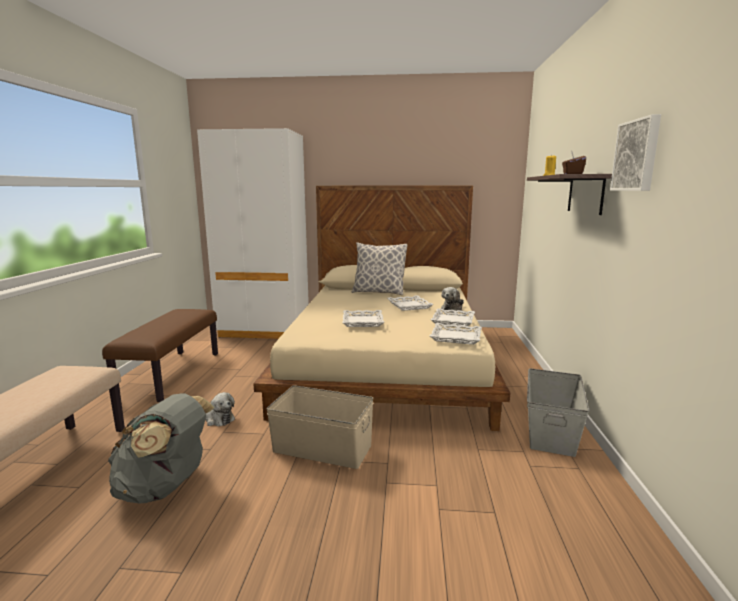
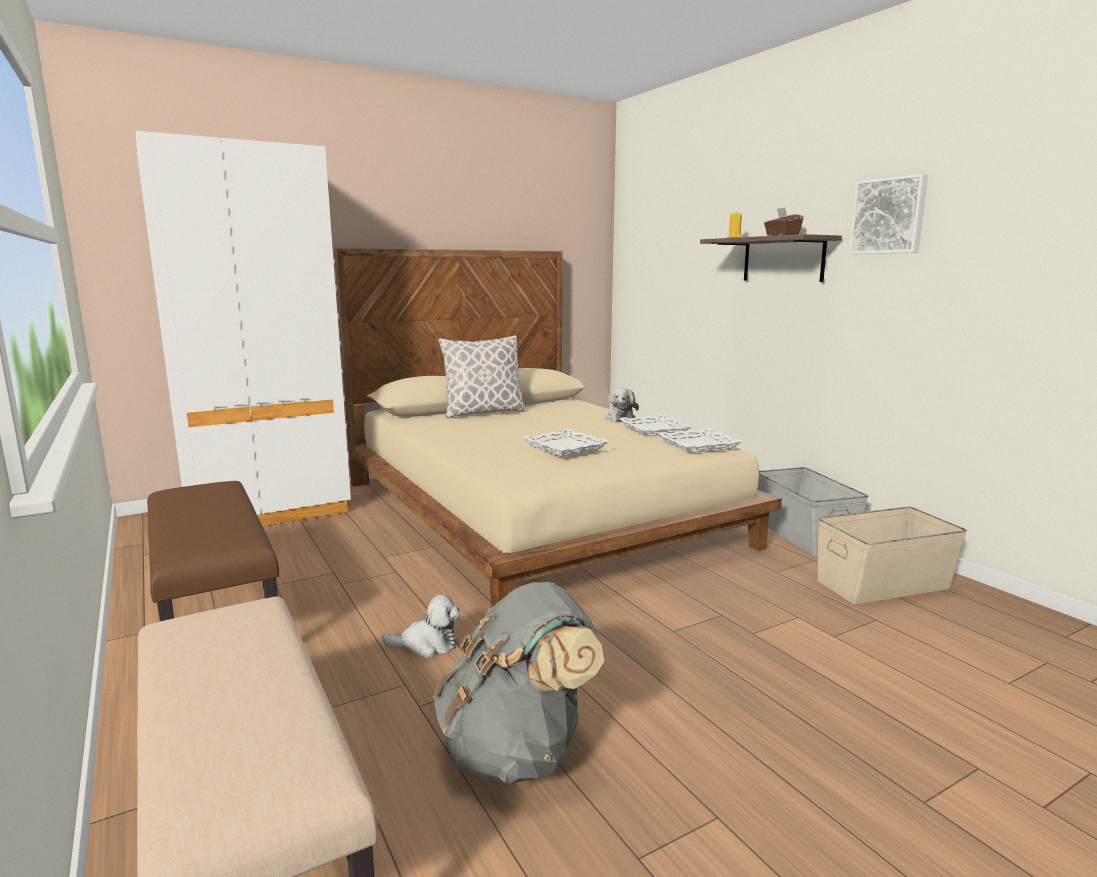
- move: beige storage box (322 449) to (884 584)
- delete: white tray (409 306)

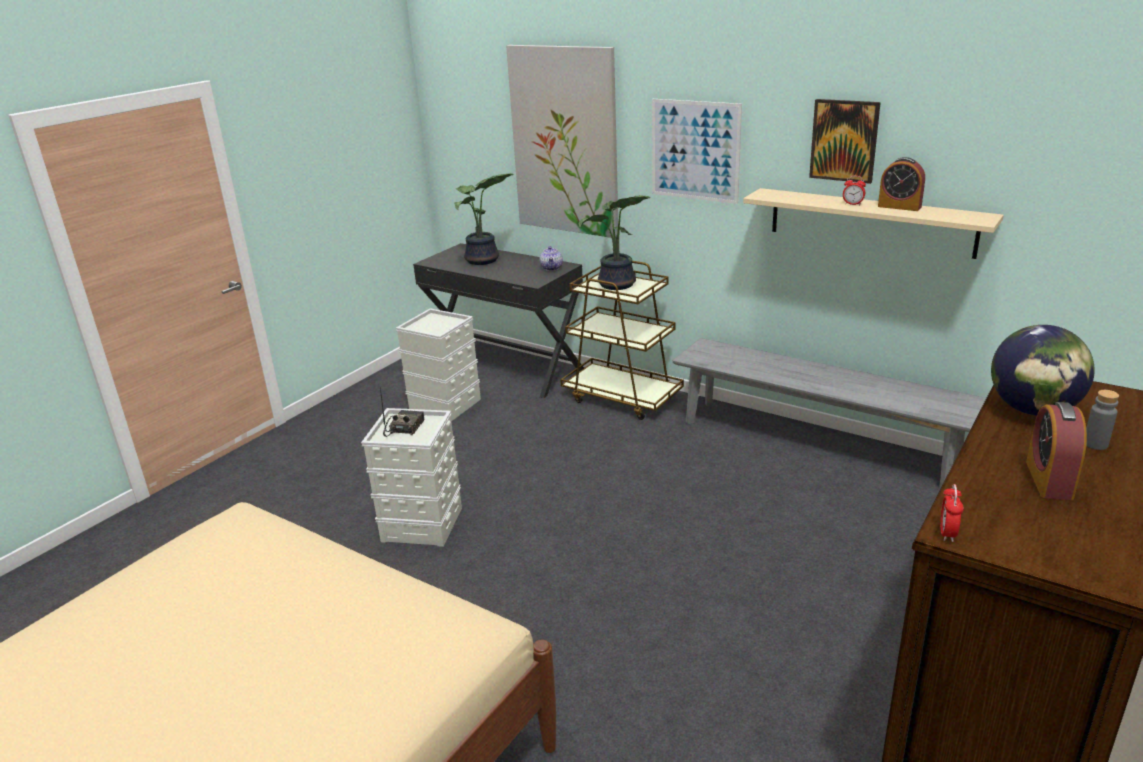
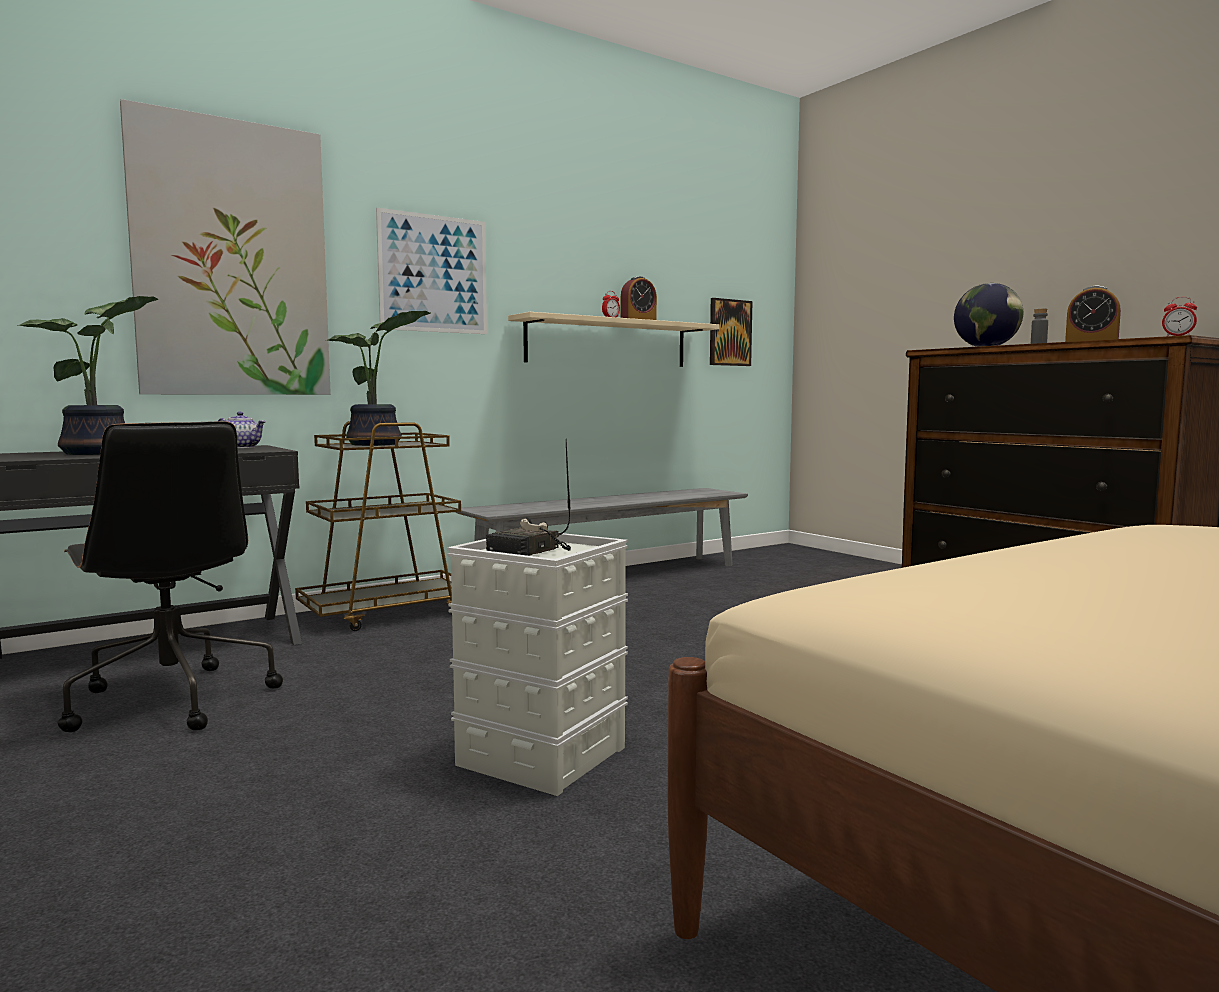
- rotate: radio (404 428) = (529 552) 90 degrees counterclockwise
- replace: grey storage box (444 405) to black office chair (171 700)
- move: picture (844 140) to (729 332)

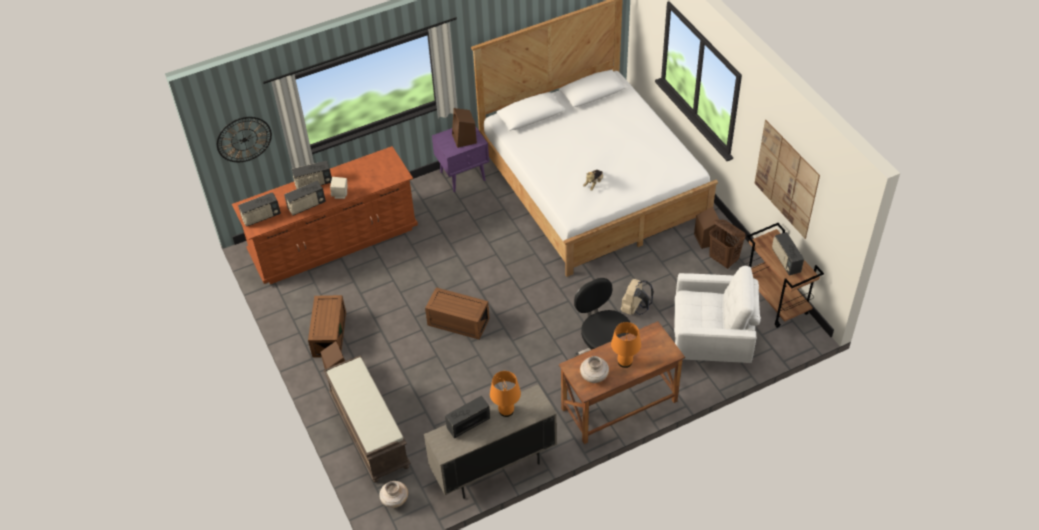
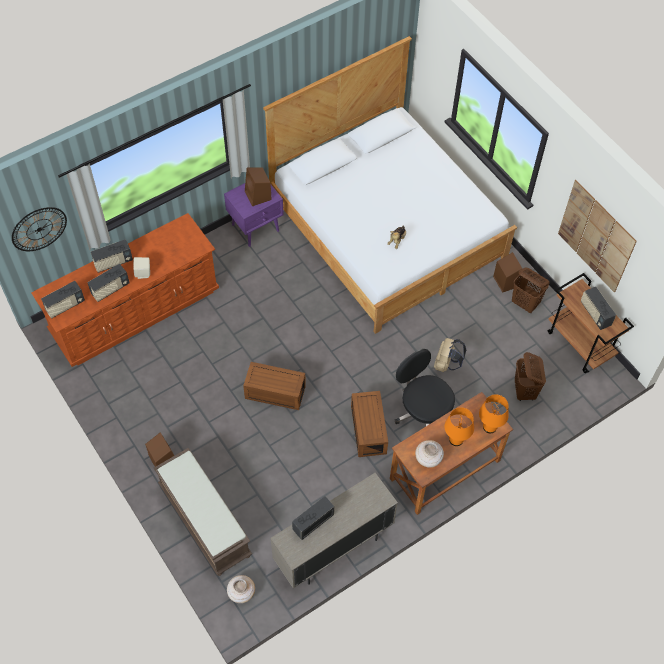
- move: brown storage box (328 334) to (367 429)
- move: orange table lamp (506 411) to (490 427)
- replace: white armchair (712 339) to brown laundry basket (524 391)

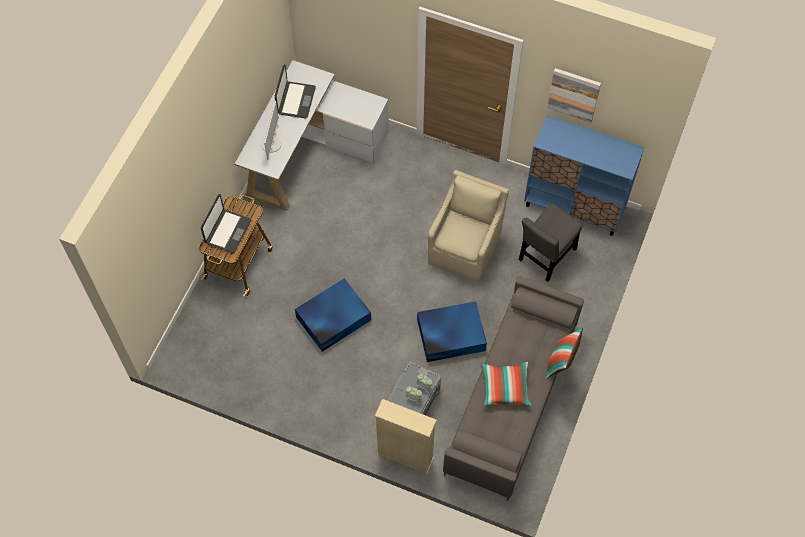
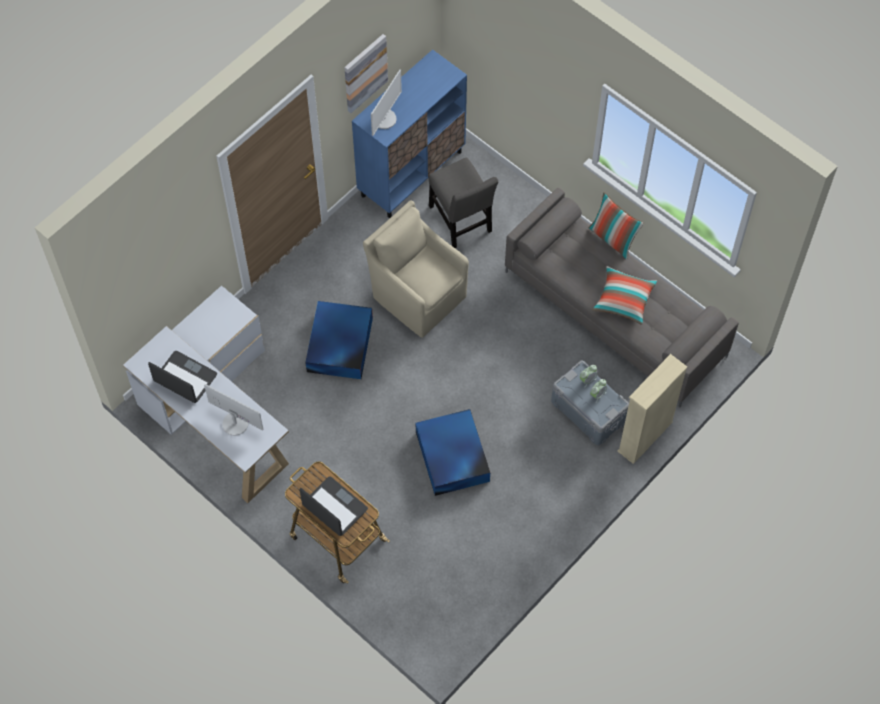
- move: blue storage box (450 335) to (339 345)
- insert: monitor (384 119)

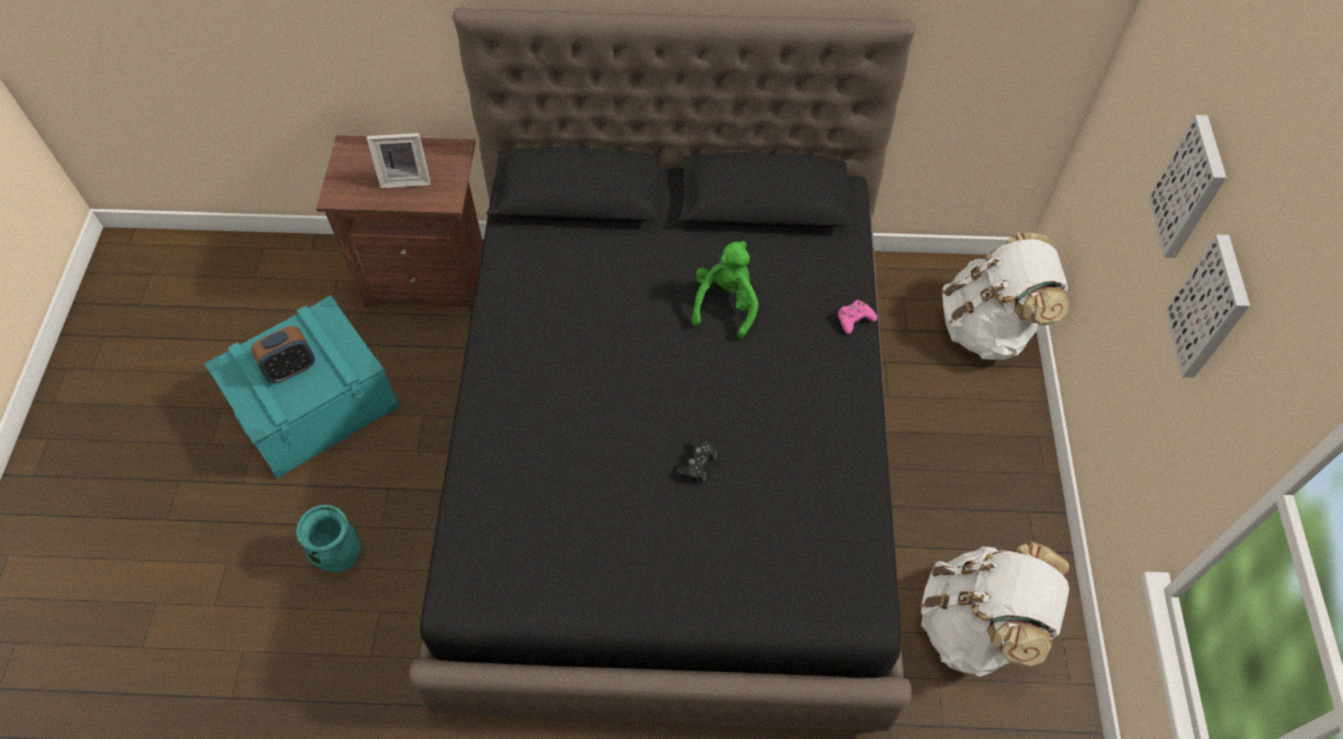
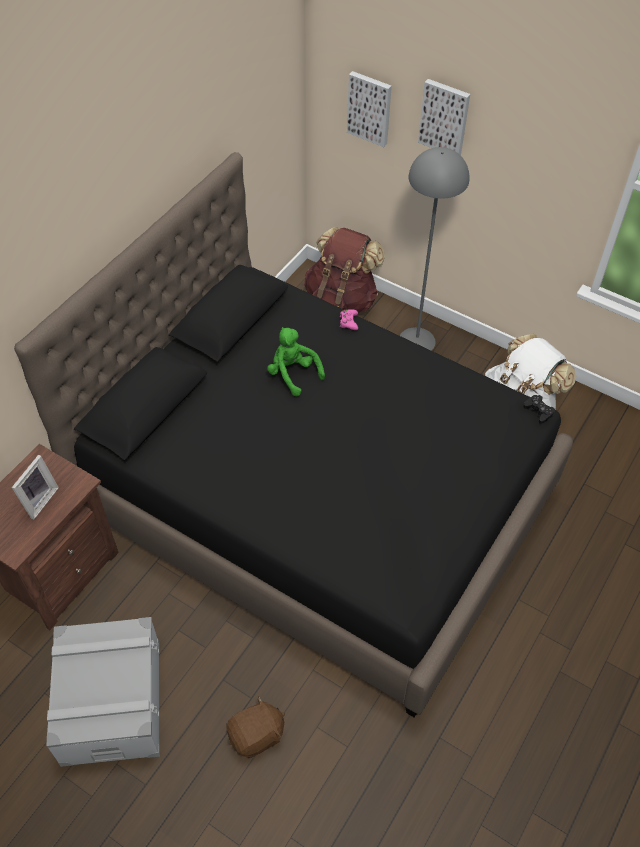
- recolor: turquoise storage box (314 403) to grey storage box (111 702)
- delete: alarm clock (291 369)
- replace: turquoise vase (341 556) to brown plush toy (257 735)
- move: black game controller (697 464) to (538 411)
- recolor: white backpack (988 327) to brown backpack (342 300)
- move: picture (1211 308) to (370 108)
- insert: grey floor lamp (417 340)

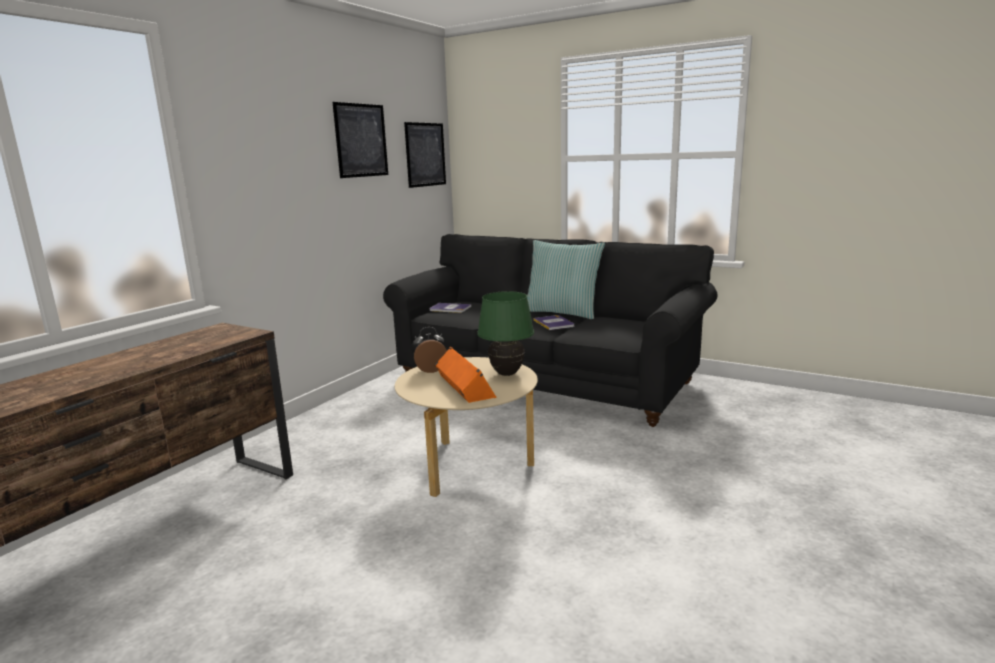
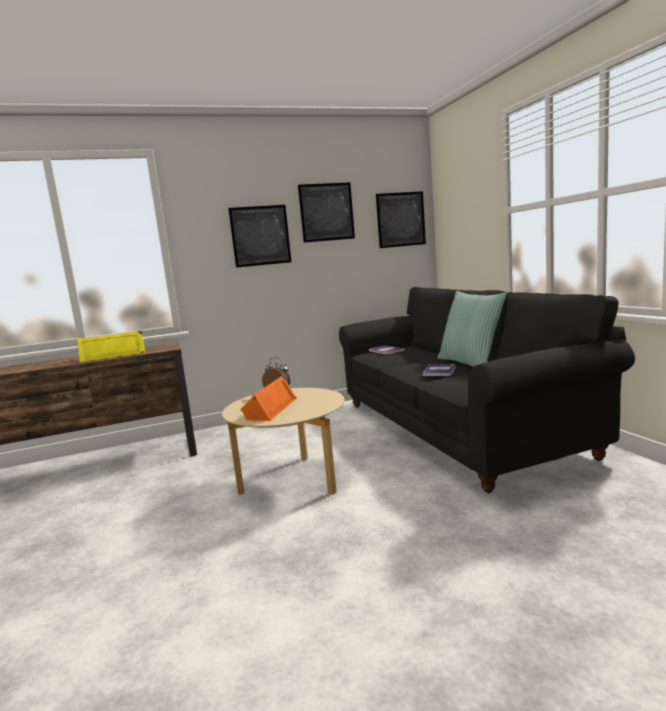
- delete: green table lamp (507 374)
- insert: yellow speaker (114 355)
- insert: picture (260 236)

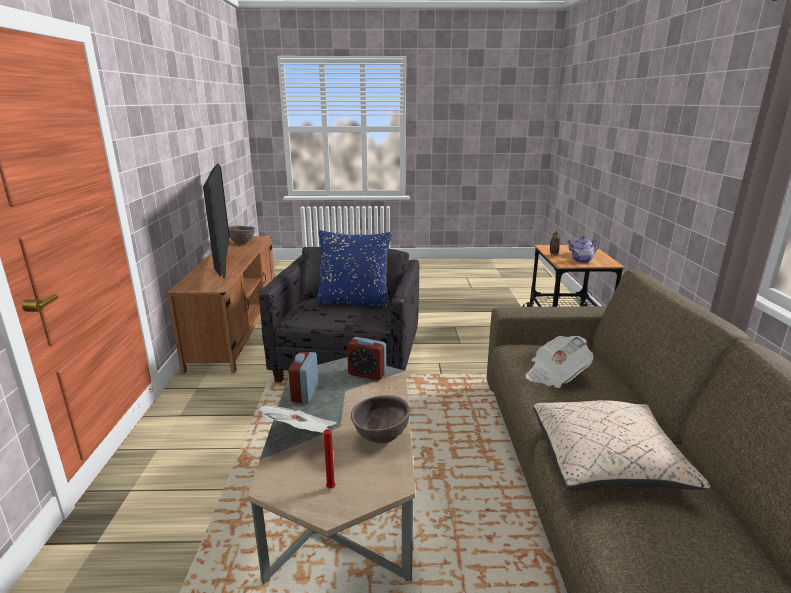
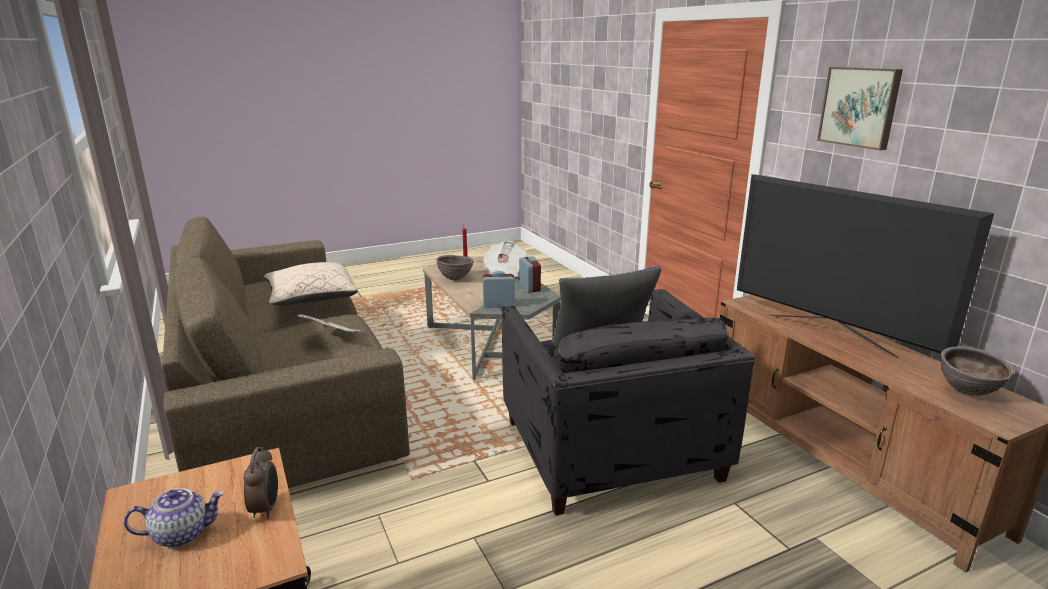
- delete: teapot (581 261)
- insert: picture (860 107)

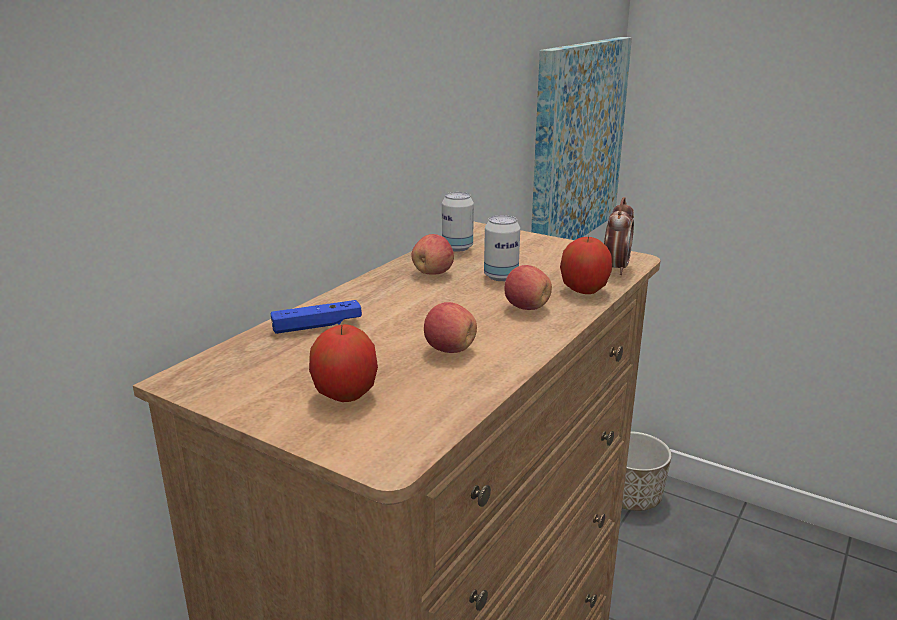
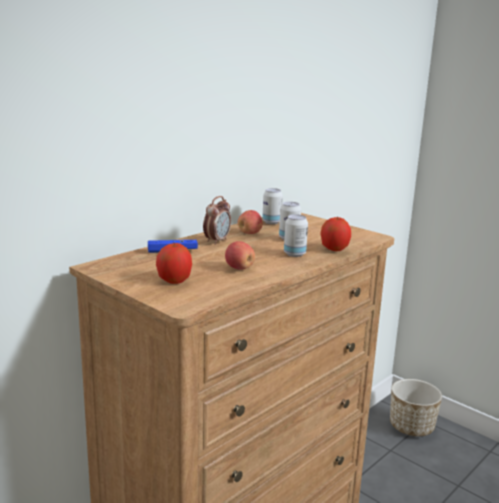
- replace: apple (526 307) to can (294 254)
- delete: picture (577 144)
- move: alarm clock (615 269) to (217 241)

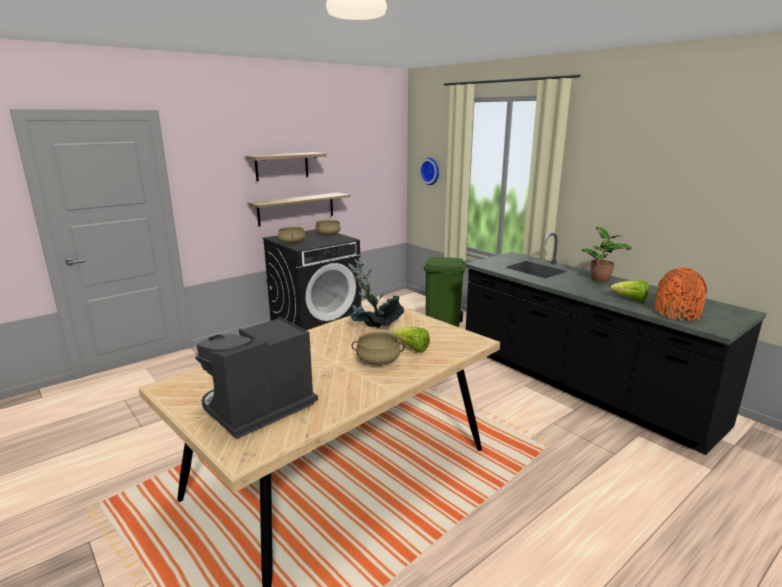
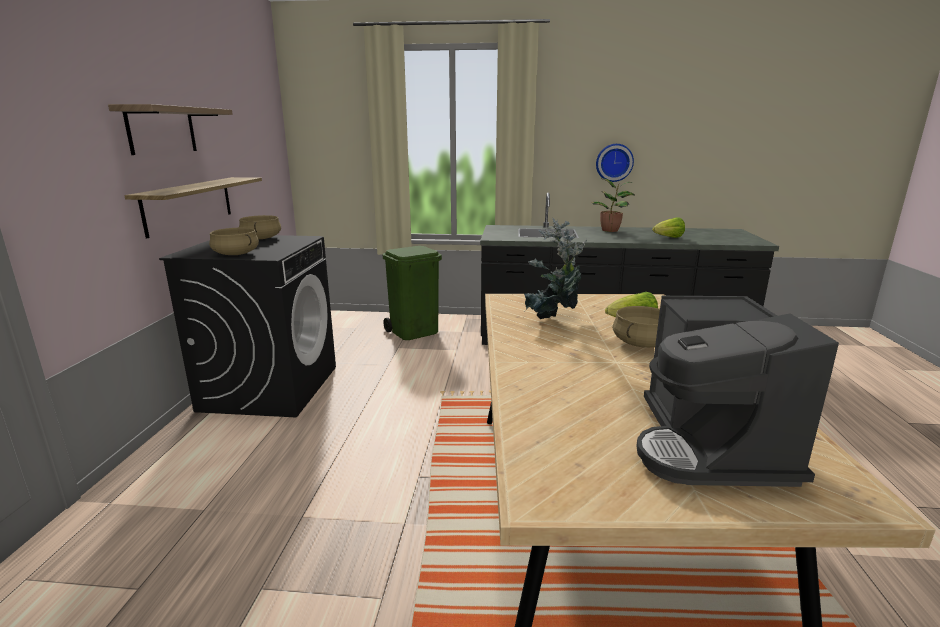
- move: wall clock (431 171) to (614 162)
- delete: orange vase (676 313)

